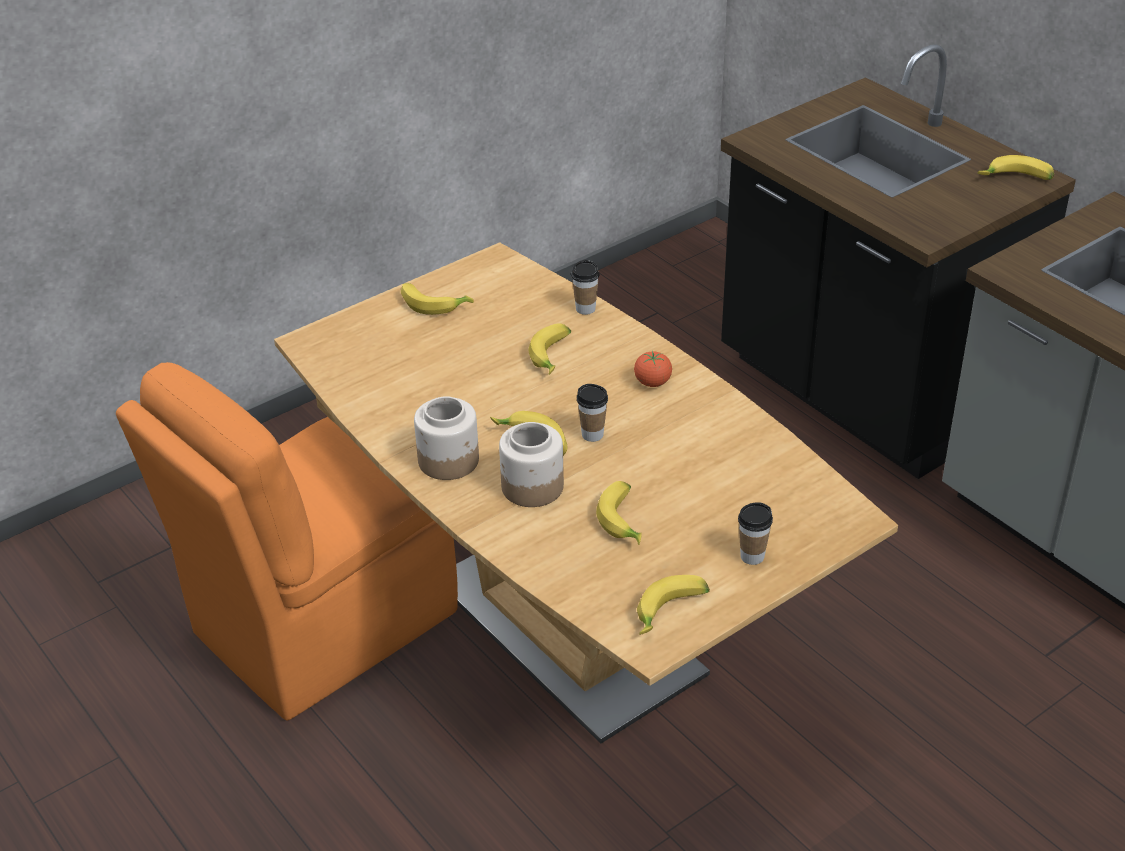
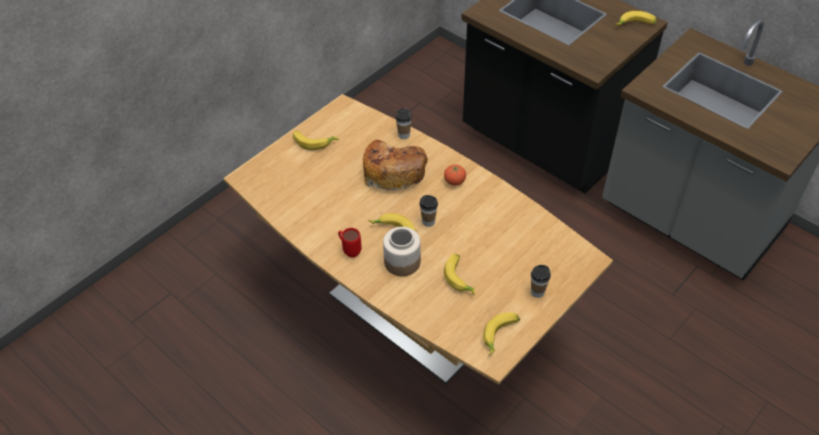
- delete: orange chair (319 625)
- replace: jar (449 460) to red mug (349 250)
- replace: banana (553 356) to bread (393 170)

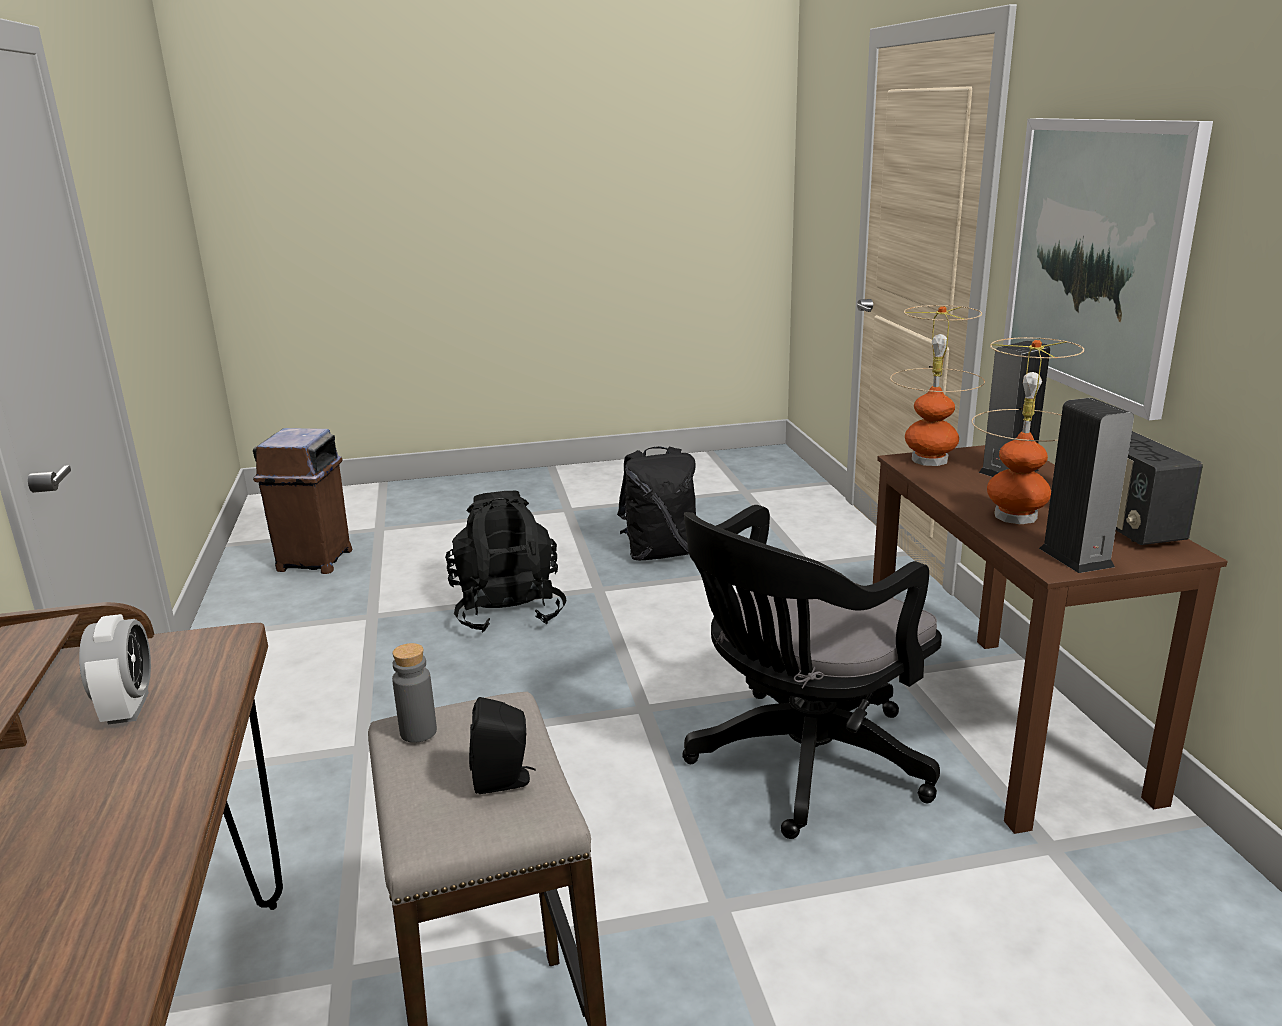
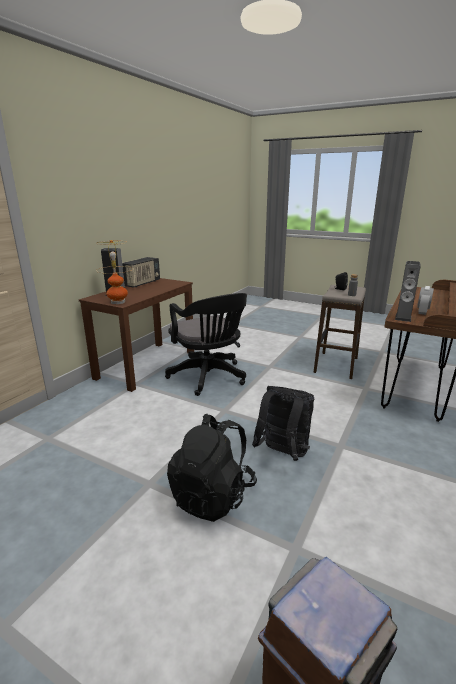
- move: black backpack (660 553) to (282 454)
- rotate: black office chair (800 765) = (209 378) 60 degrees clockwise
- delete: table lamp (1014 516)
- delete: picture (1095 258)
- move: speaker (1076 557) to (403 317)

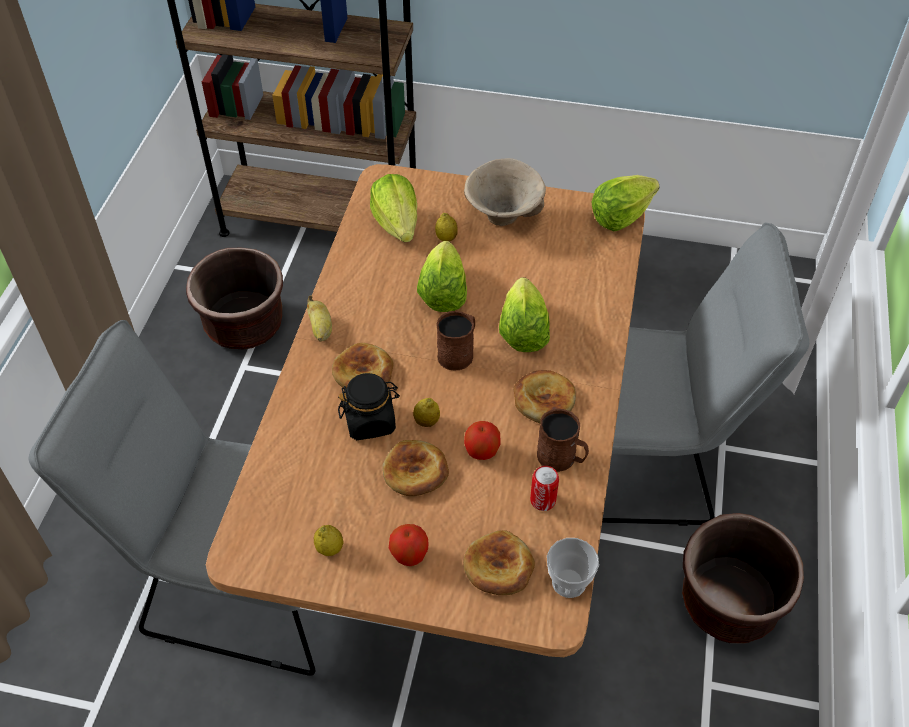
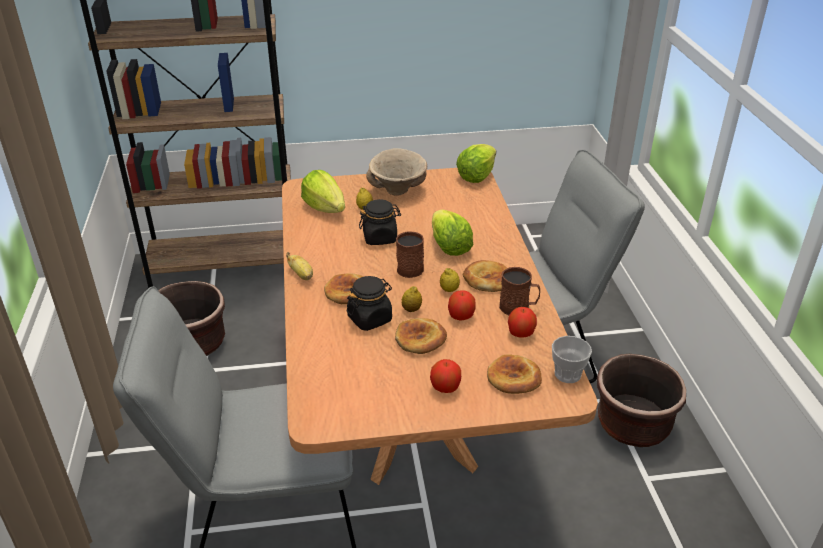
- move: lemon (329 548) to (449 290)
- replace: lettuce (443 293) to black jar (380 237)
- replace: can (543 500) to apple (520 333)

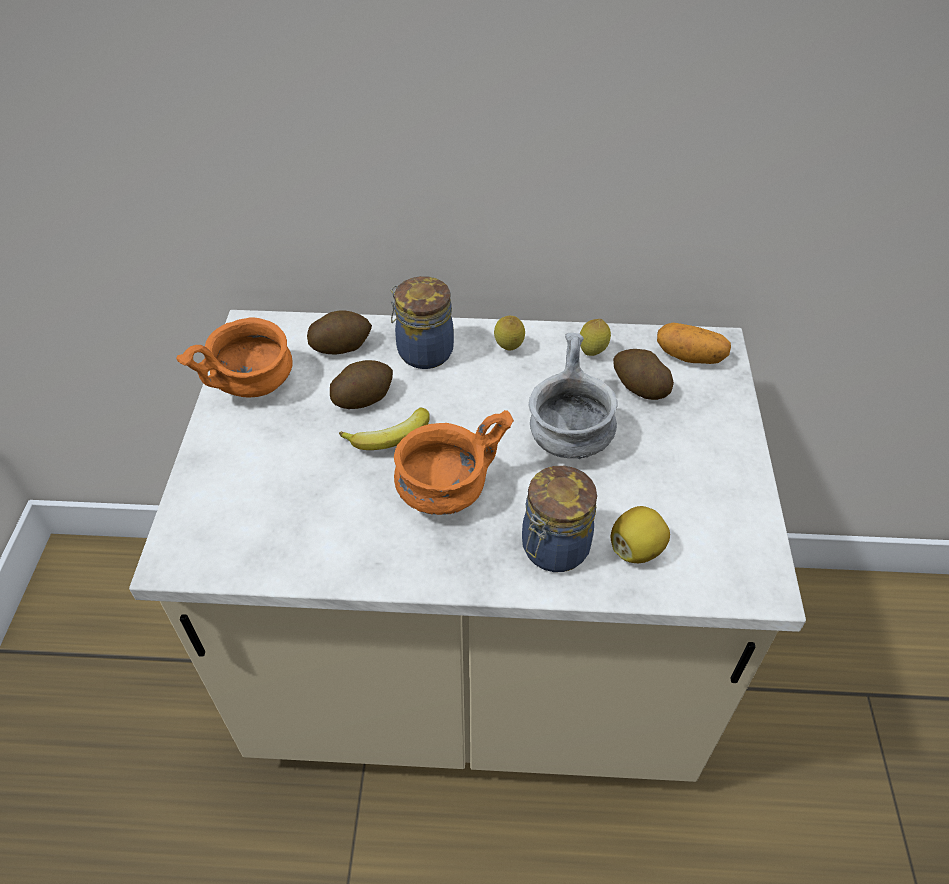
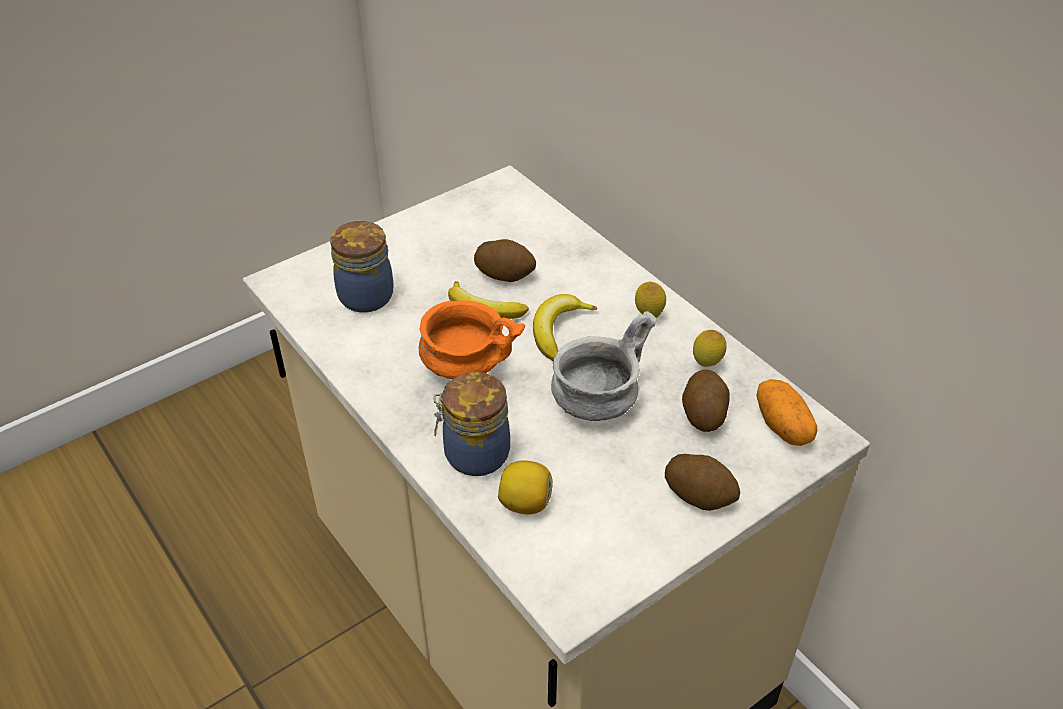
- delete: orange bowl (253 384)
- move: potato (341 346) to (699 495)
- move: jar (423 351) to (365 294)
- insert: banana (558 330)

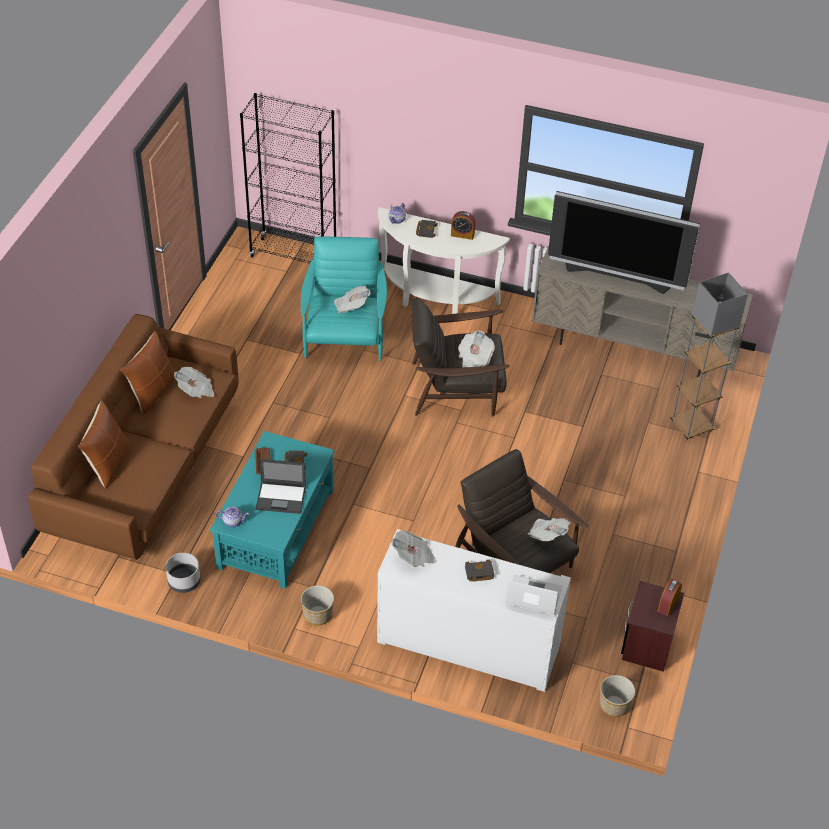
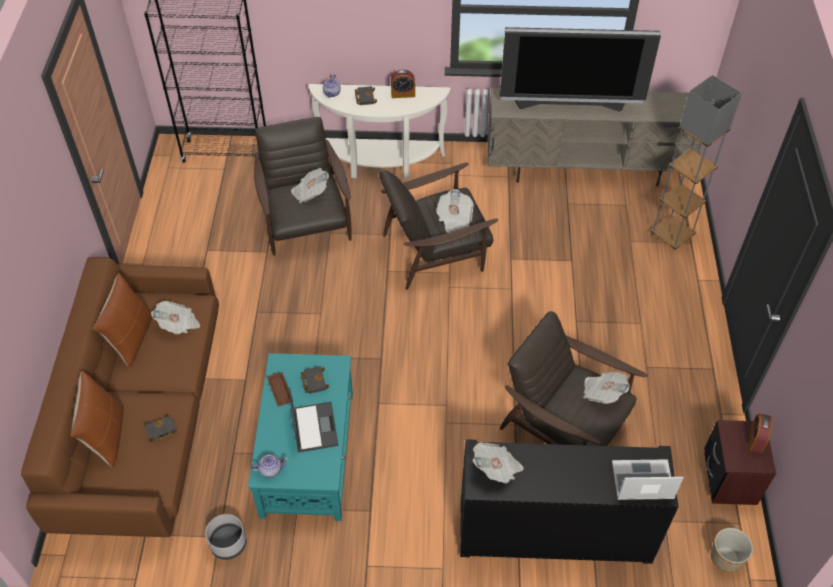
- rotate: laptop (281 497) = (314 426) 90 degrees counterclockwise
- recolor: turquoise armchair (345 335) to brown armchair (306 222)
- delete: planter (318 614)
- recolor: white cabinet (468 644) to black cabinet (554 531)
- move: black book (478 573) to (161 431)

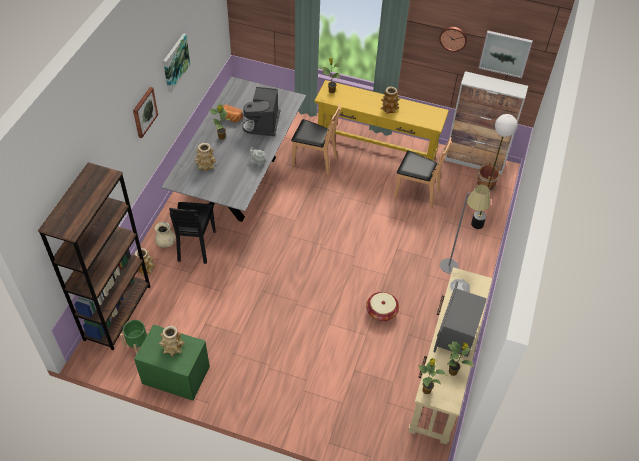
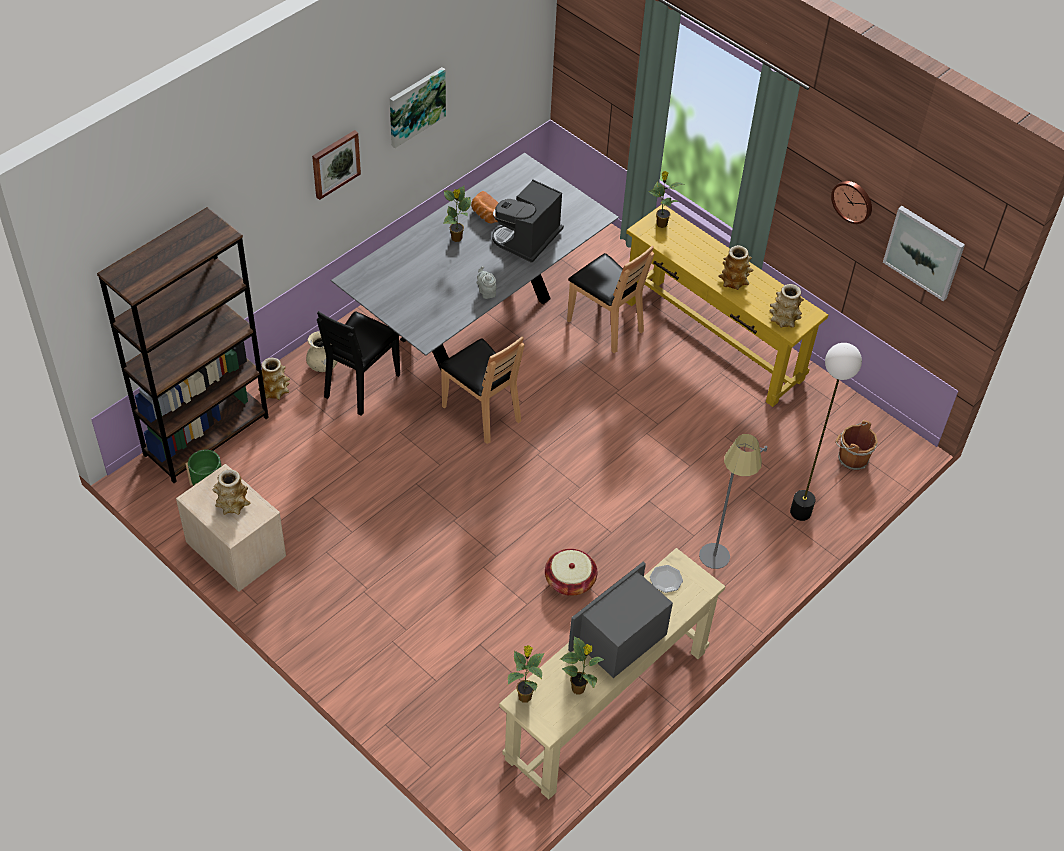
- recolor: green nightstand (175 374) to beige nightstand (235 548)
- move: vase (206 165) to (783 319)
- move: brown chair (416 193) to (482 412)
- delete: cabinet (475 161)

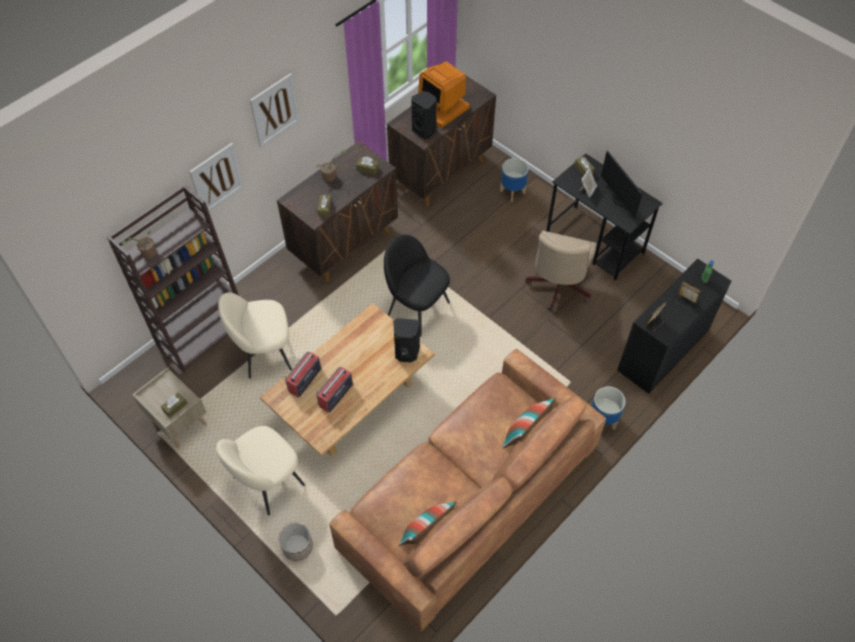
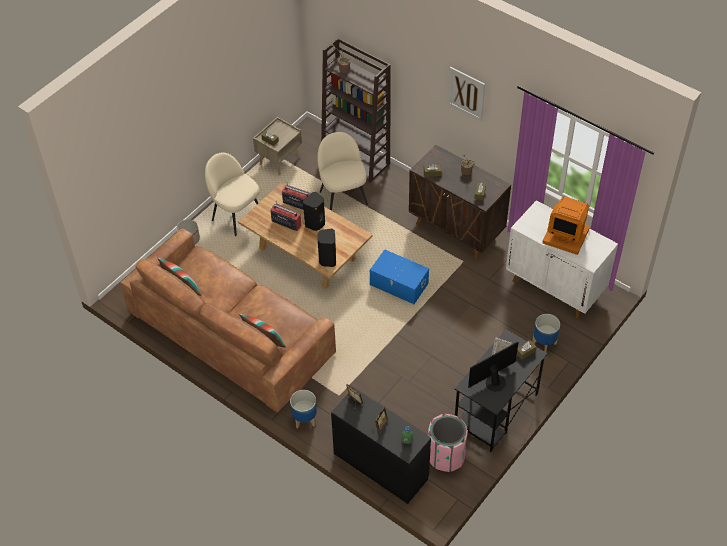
- delete: picture (216 179)
- replace: black chair (417 308) to blue storage box (399 284)
- recolor: brown cabinet (441 172) to white cabinet (555 287)
- move: black speaker (425 130) to (315 224)
- rotate: monitor (442 107) = (566 235) 105 degrees counterclockwise
- delete: beige office chair (557 287)
- insert: pink trash can (445 456)

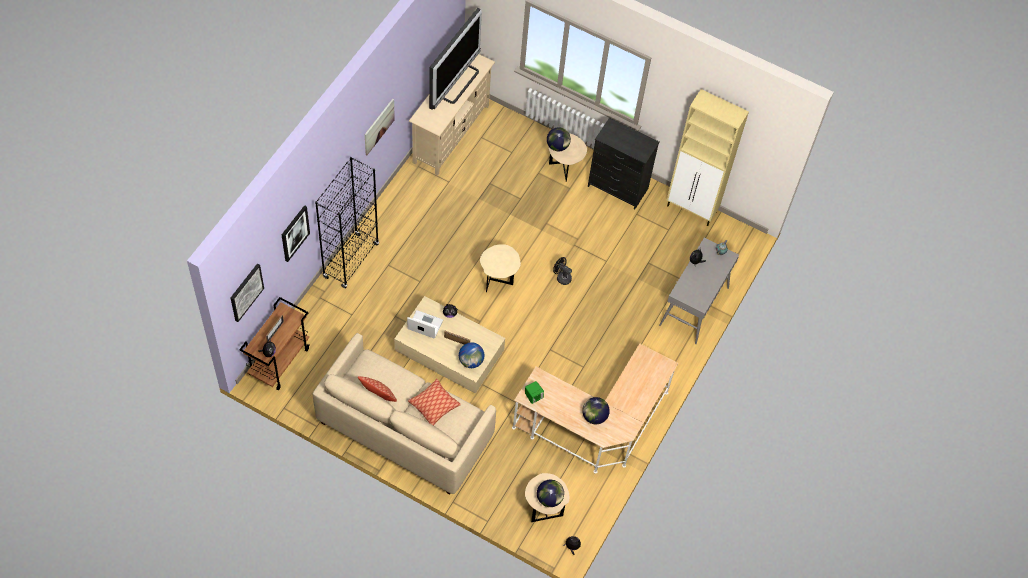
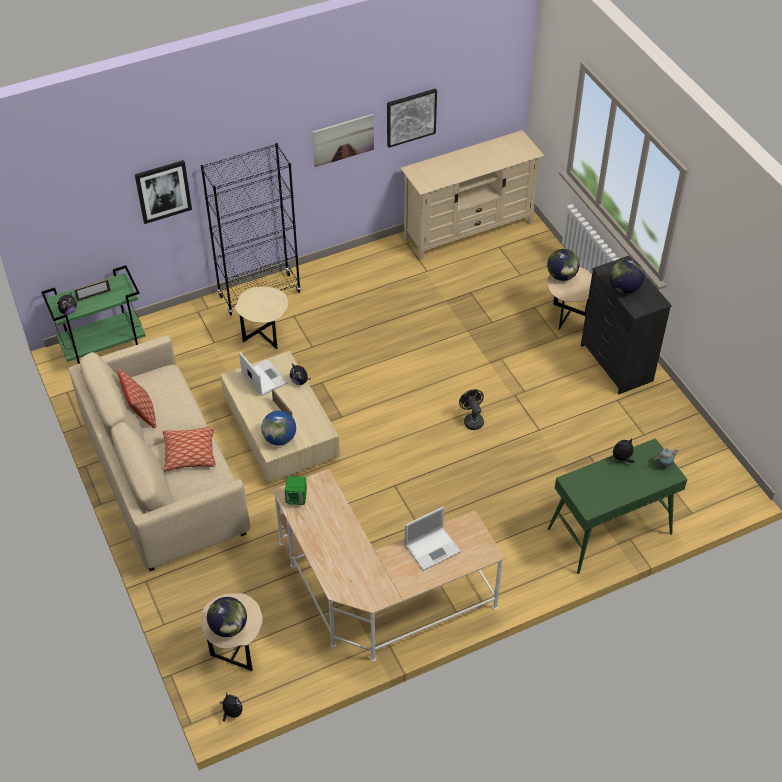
- move: picture (246 292) to (411 117)
- recolor: brown cart (279 361) to green cart (104 348)
- delete: television (457 83)
- move: beige side table (498 281) to (265 338)
- move: globe (594 416) to (624 288)
- recolor: grey console table (694 307) to green console table (609 532)
- delete: beige cabinet (692 209)
- insert: laptop (433 548)

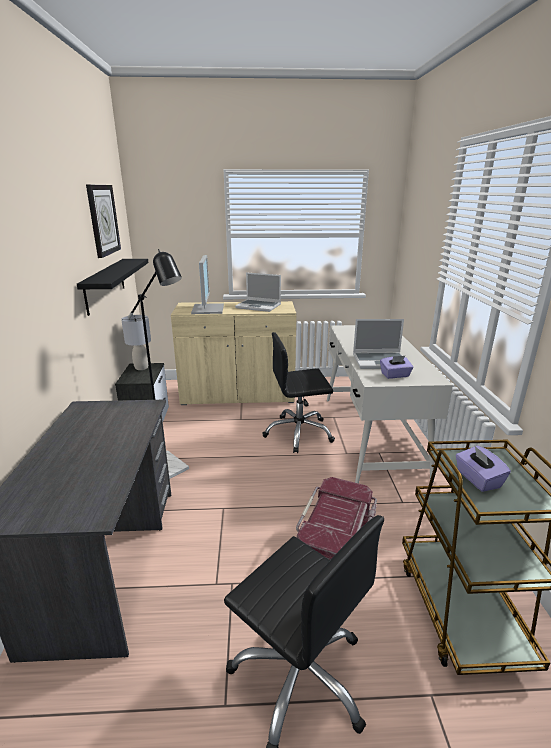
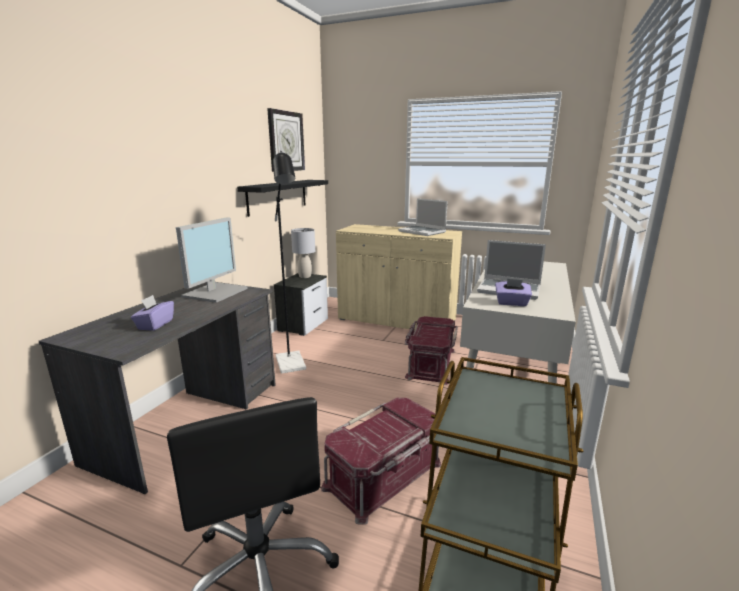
- move: monitor (207 309) to (215 292)
- replace: black office chair (298 433) to red storage box (430 363)
- move: purple tissue box (477 479) to (155 324)

